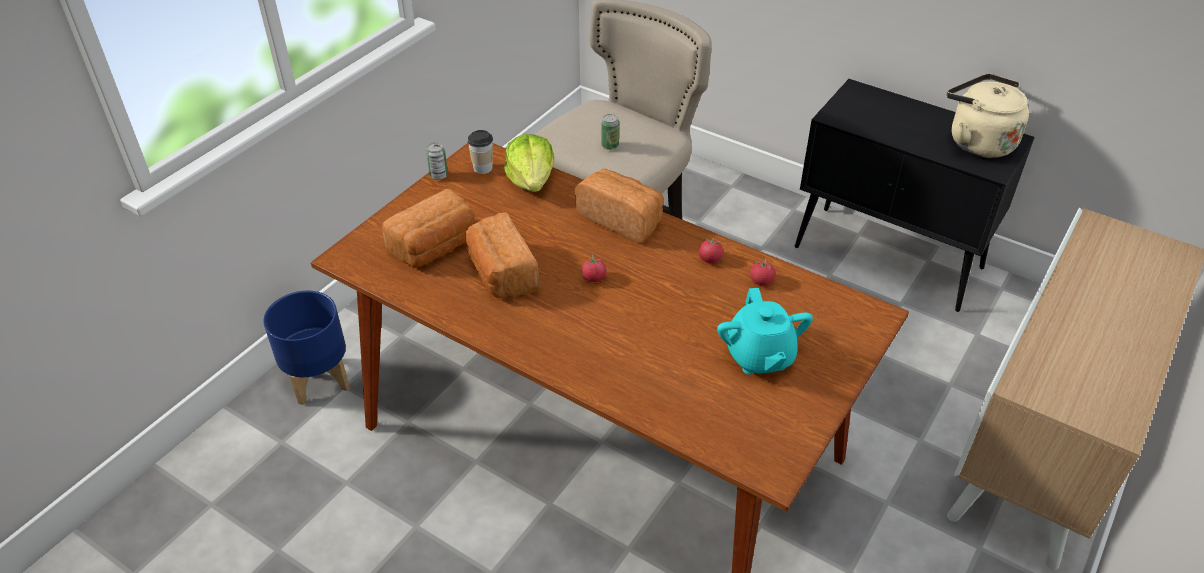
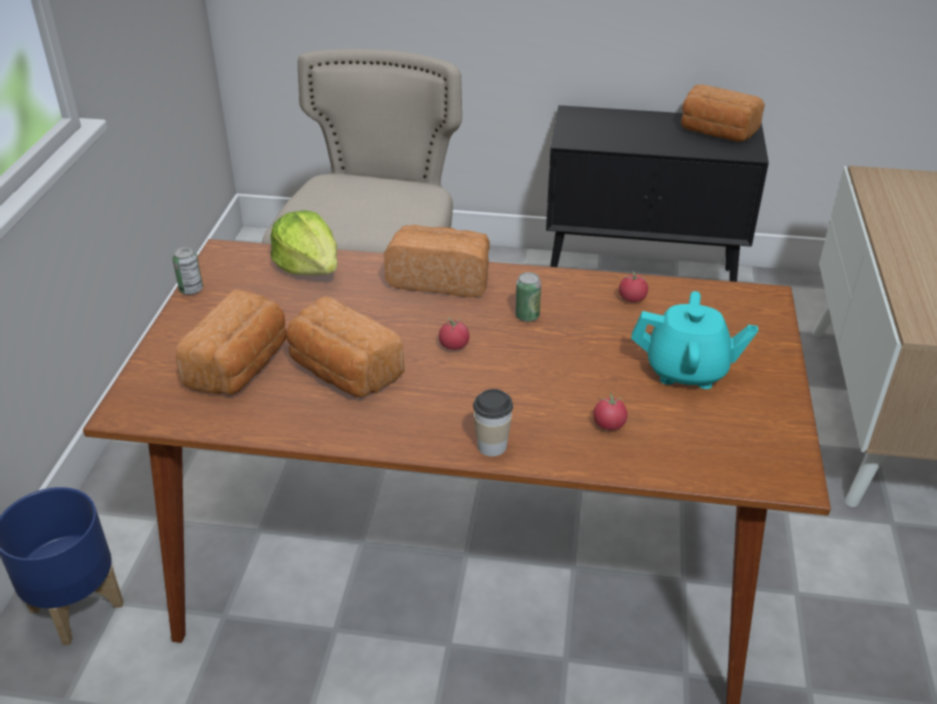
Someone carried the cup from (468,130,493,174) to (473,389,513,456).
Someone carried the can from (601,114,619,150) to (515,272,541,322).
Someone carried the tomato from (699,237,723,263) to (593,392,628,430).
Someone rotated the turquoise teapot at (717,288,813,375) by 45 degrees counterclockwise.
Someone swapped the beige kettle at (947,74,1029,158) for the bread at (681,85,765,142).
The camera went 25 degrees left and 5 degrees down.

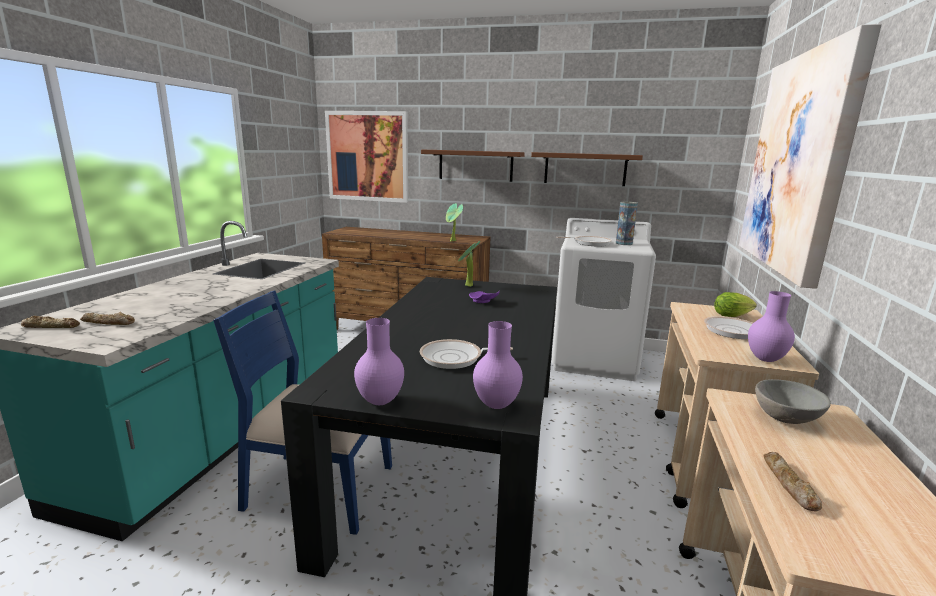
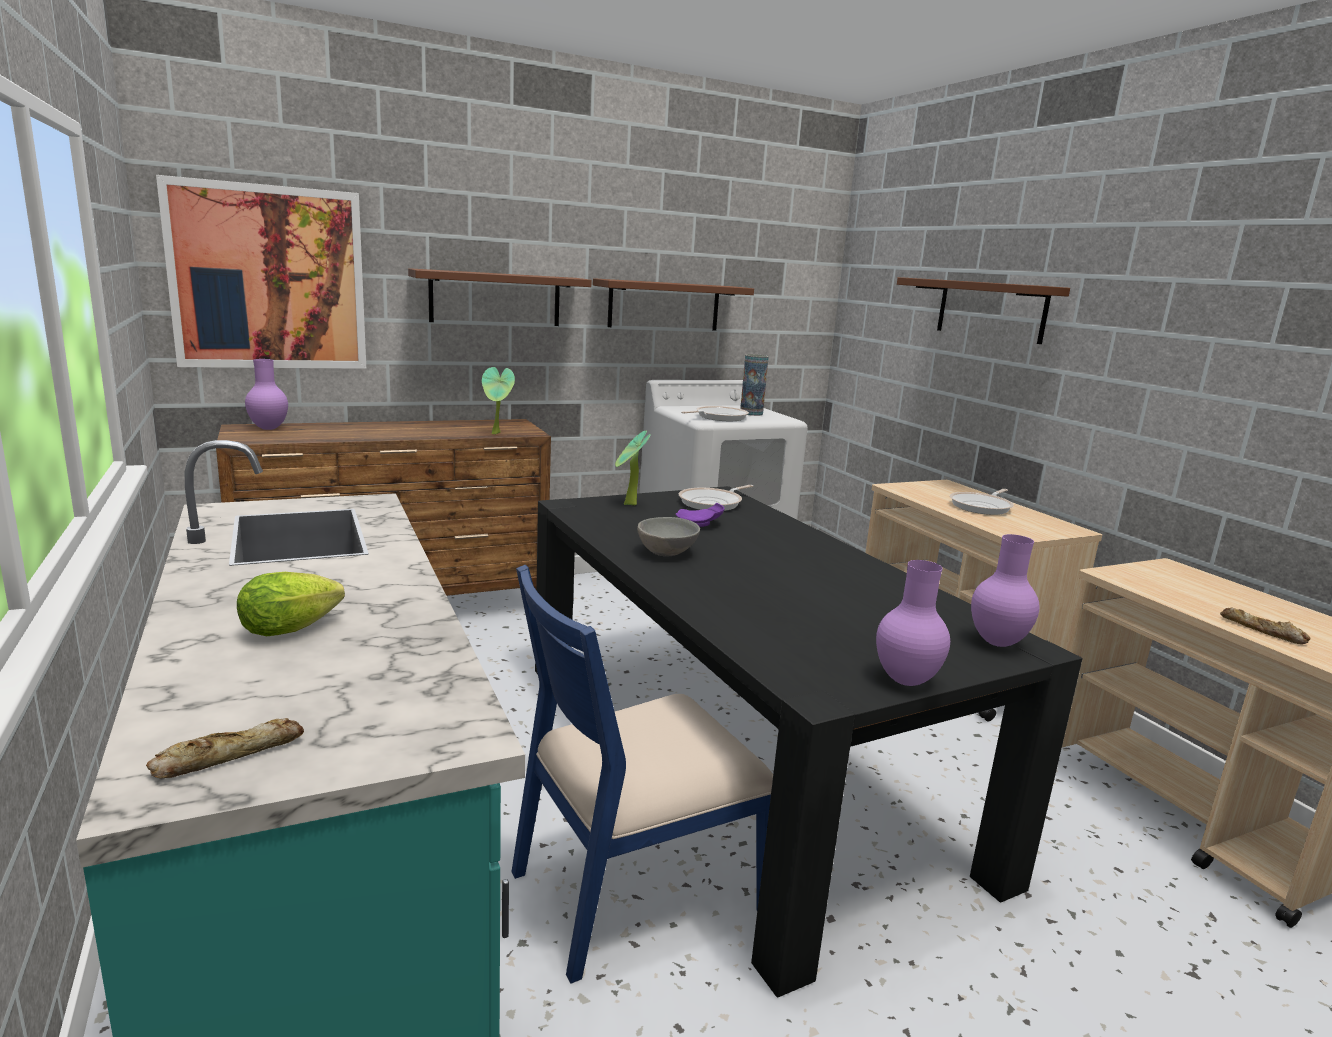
Someone took away the bread at (80,312,135,325).
Someone carried the frying pan from (419,339,513,369) to (679,485,753,511).
Someone carried the lettuce from (714,292,757,317) to (237,572,345,636).
Someone swapped the picture at (739,24,881,289) for the brown shelf at (897,277,1070,344).
Someone carried the purple vase from (748,291,795,362) to (245,359,288,430).
Someone carried the grey bowl from (755,379,831,424) to (637,517,700,557).
The camera went 40 degrees left and 0 degrees up.

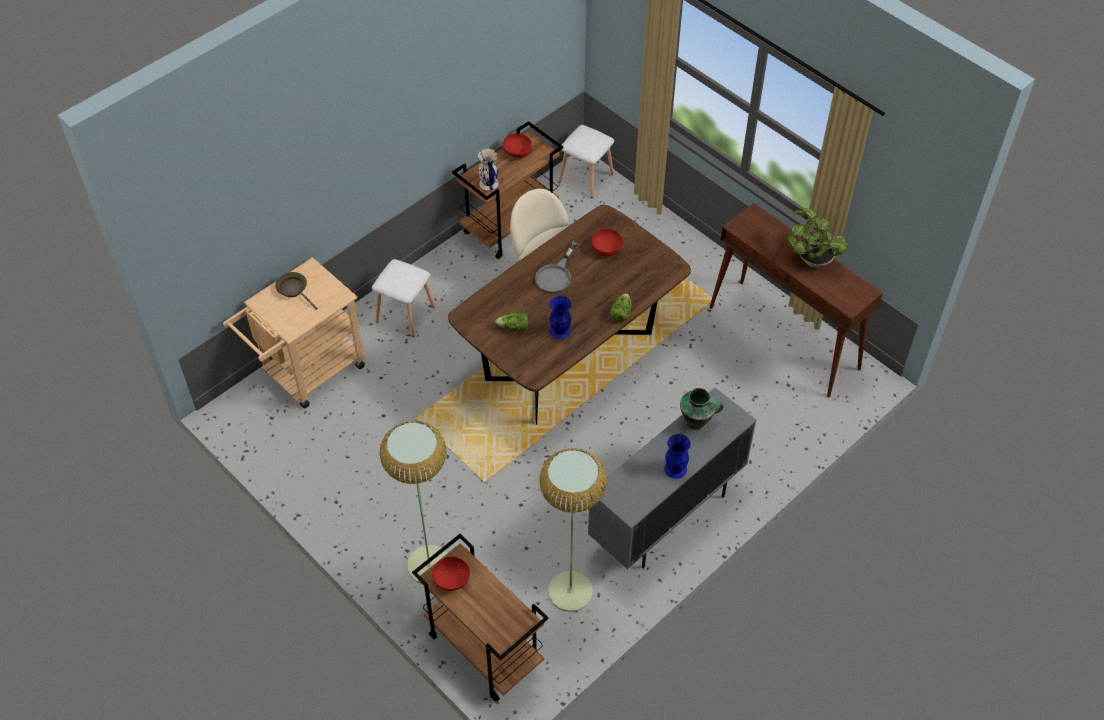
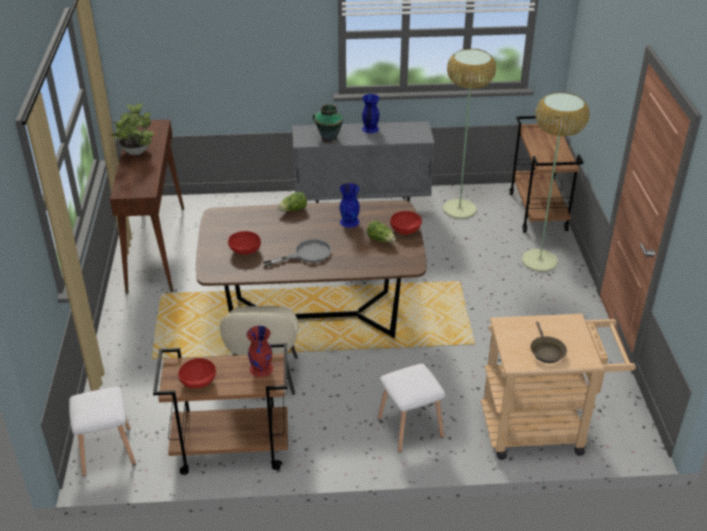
Someone carried the red bowl from (432,557,470,591) to (390,211,422,235).
Someone repainted the beige vase at (478,149,499,190), which became the red vase at (246,326,273,377).
The camera went 140 degrees left and 15 degrees down.

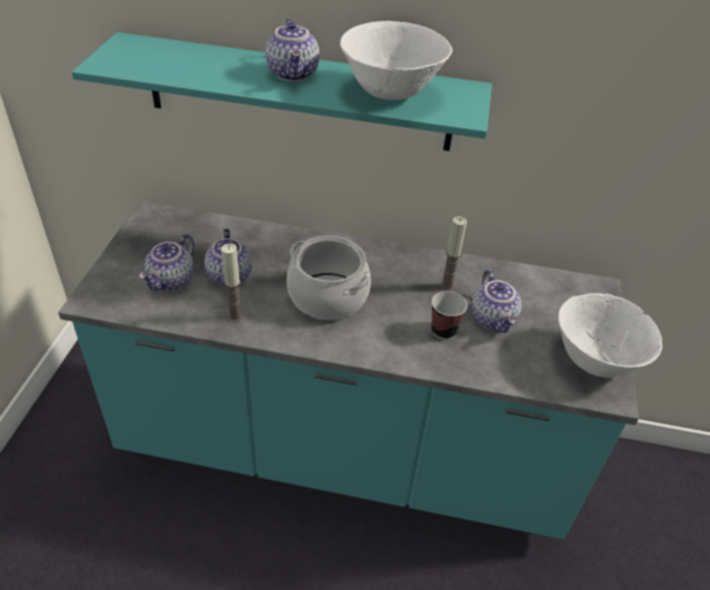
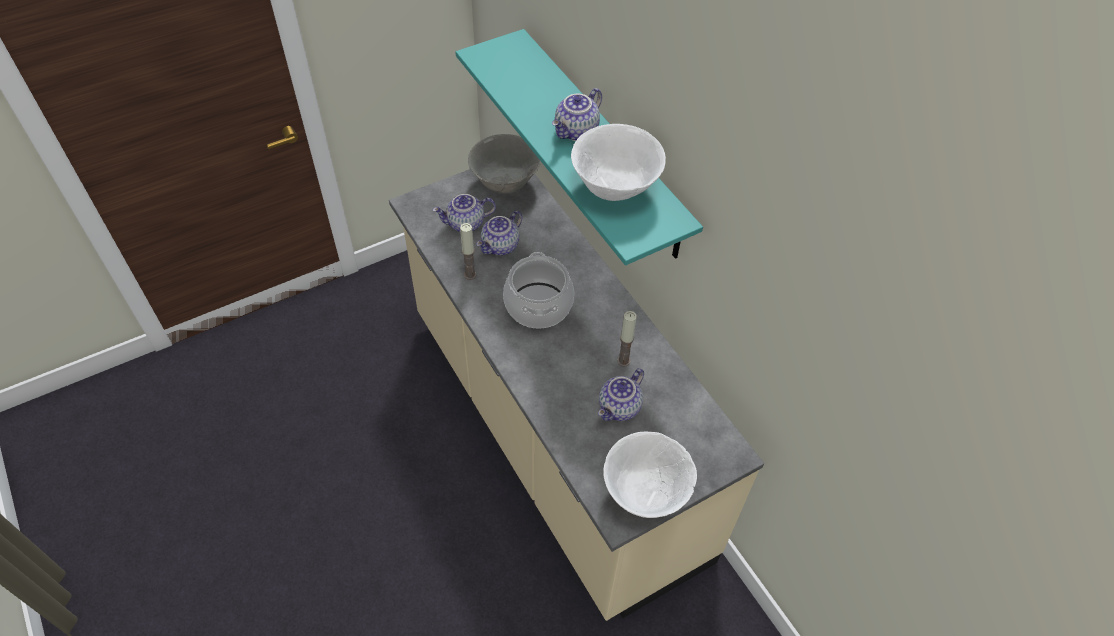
Someone repainted the turquoise counter at (58,201,639,539), which became the beige counter at (389,169,764,621).
Someone took away the cup at (431,291,467,340).
Someone put down the grey bowl at (468,134,541,194).
The camera went 50 degrees right and 10 degrees up.

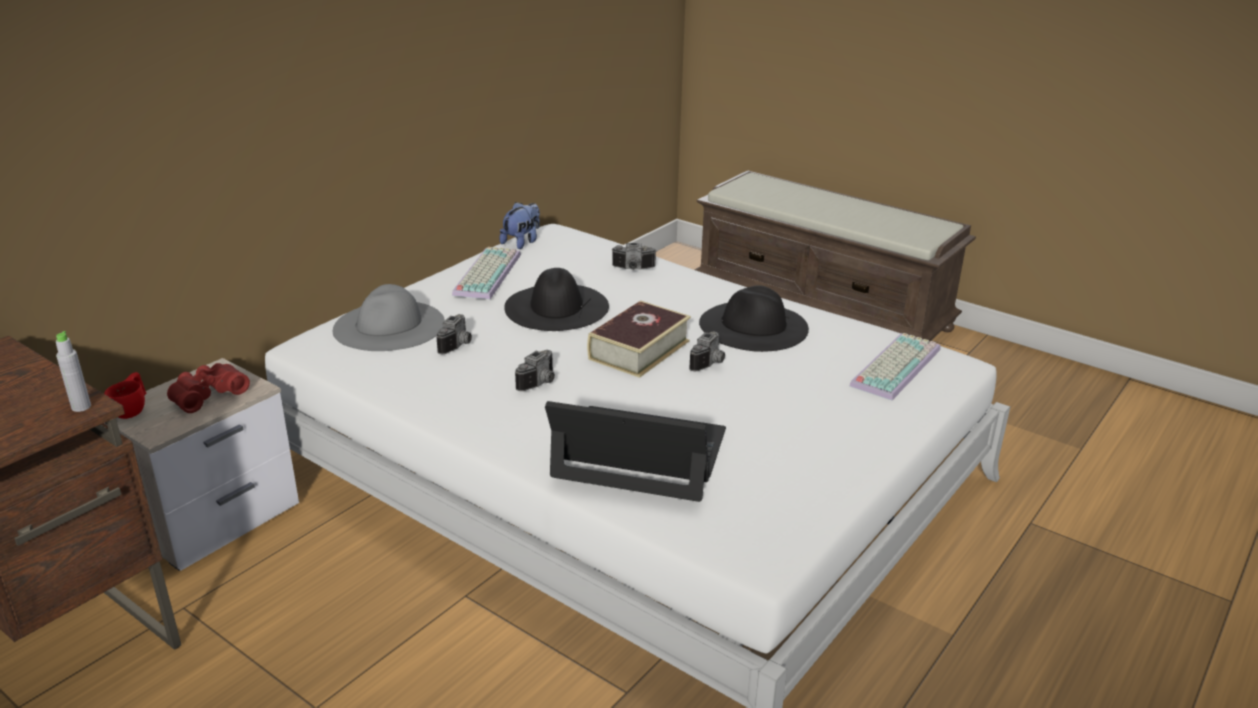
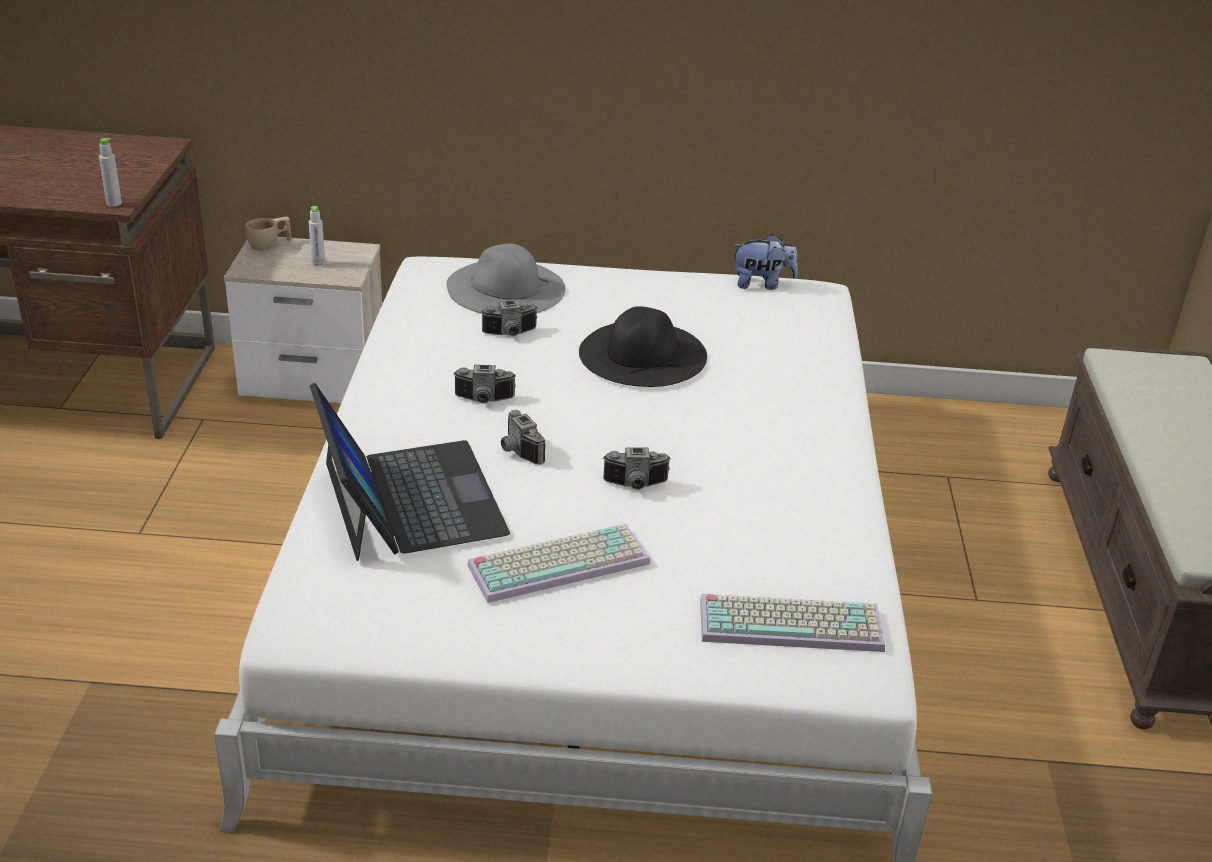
Someone repainted the red cup at (104,372,146,419), which became the beige cup at (245,217,292,251).
Someone swapped the red binoculars at (167,363,250,413) for the grey bottle at (309,206,325,266).
Someone carried the keyboard from (452,247,521,299) to (467,524,650,603).
Someone took away the book at (587,301,691,378).
Someone carried the photo camera from (611,243,656,270) to (501,410,545,465).
Someone took away the black hat at (699,285,809,352).
The camera went 55 degrees right and 5 degrees up.

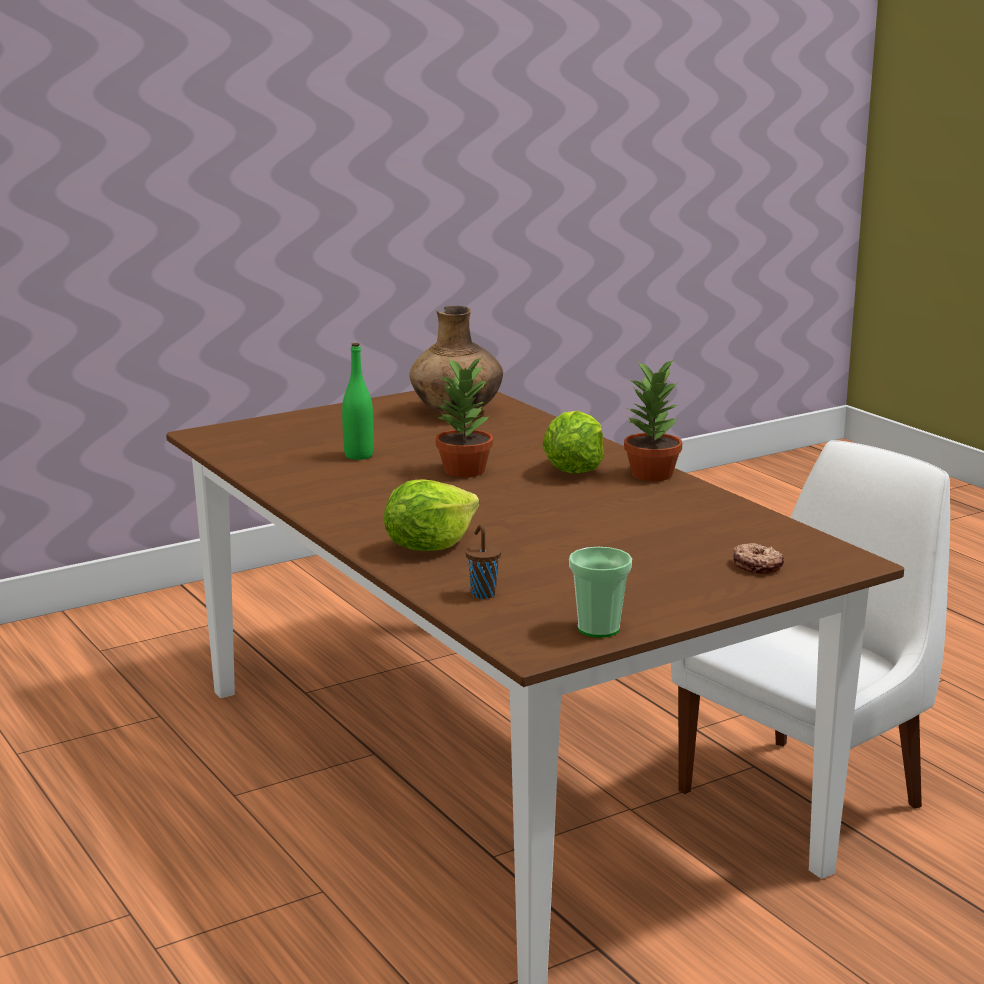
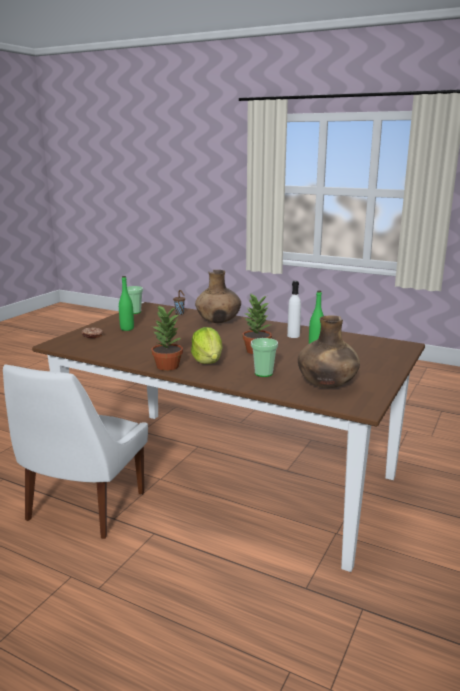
Someone swapped the lettuce at (384,479,479,551) for the brown vase at (195,270,241,323).
Someone put down the green bottle at (119,276,134,331).
Someone put down the cup at (251,338,278,377).
Someone put down the white bottle at (287,281,301,338).
The camera went 150 degrees right and 0 degrees up.

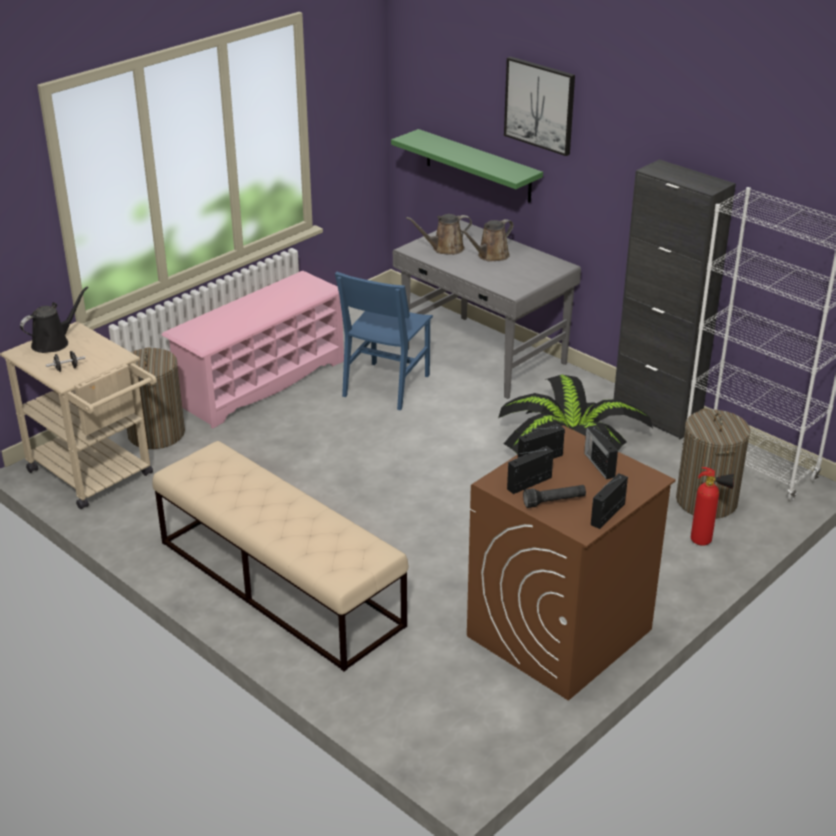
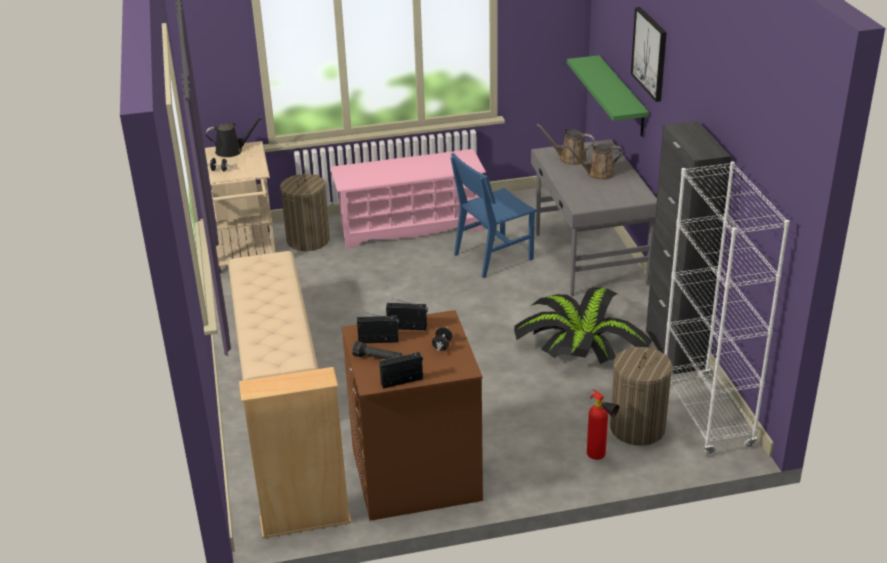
Someone swapped the radio at (584,425,618,479) for the black dumbbell at (432,327,452,351).
Someone put down the beige bookcase at (239,367,351,538).
The camera went 35 degrees right and 0 degrees up.

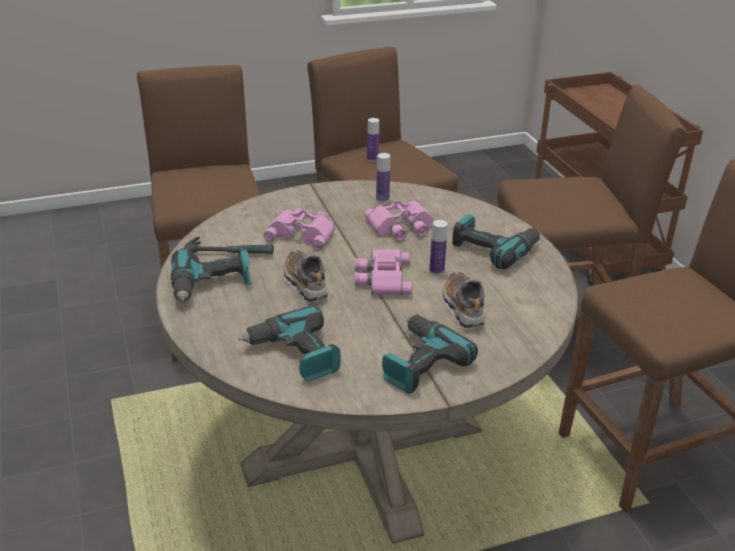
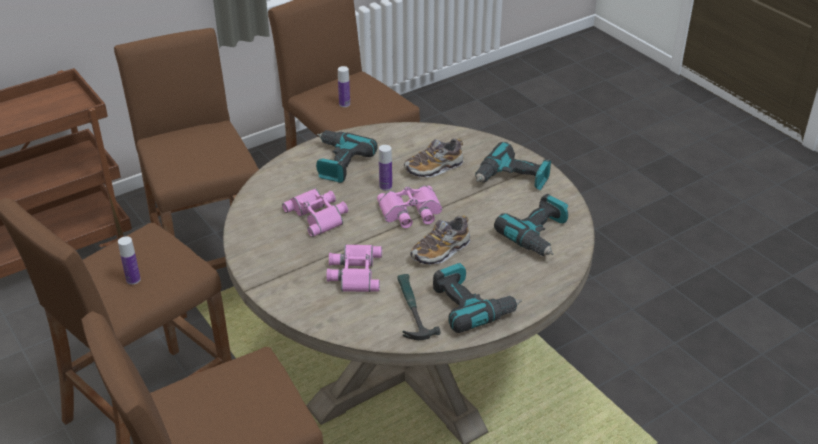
Someone carried the bottle from (376,153,390,202) to (338,66,350,107).
The camera went 105 degrees left and 5 degrees up.

